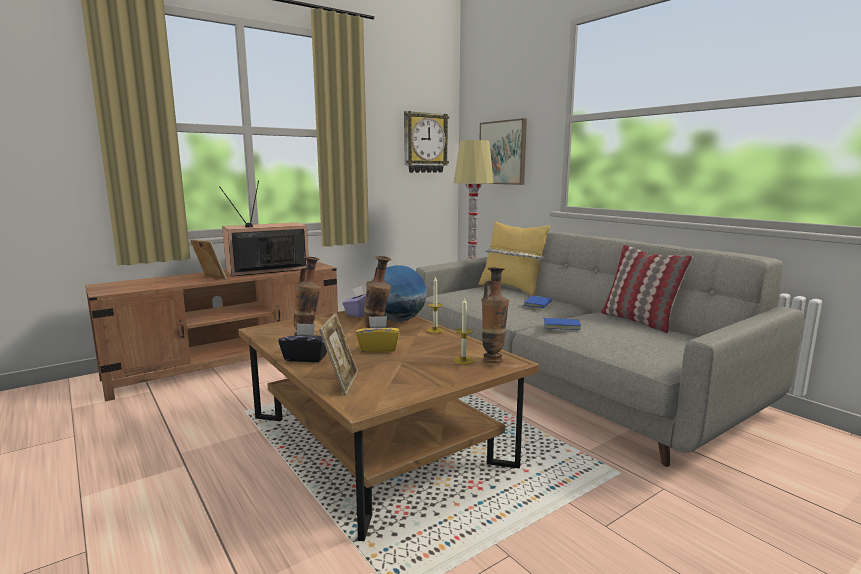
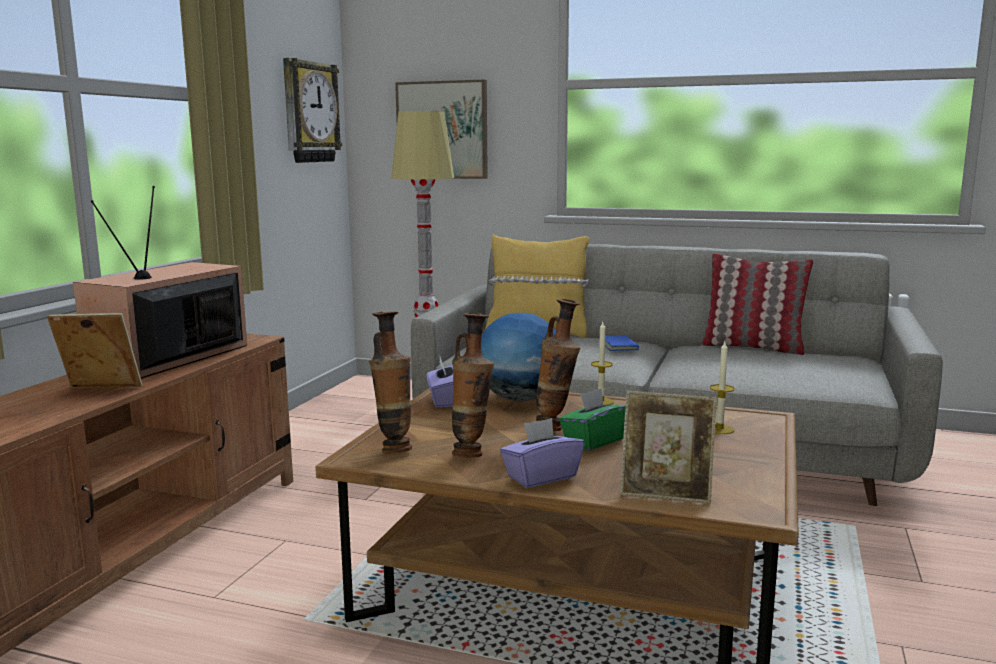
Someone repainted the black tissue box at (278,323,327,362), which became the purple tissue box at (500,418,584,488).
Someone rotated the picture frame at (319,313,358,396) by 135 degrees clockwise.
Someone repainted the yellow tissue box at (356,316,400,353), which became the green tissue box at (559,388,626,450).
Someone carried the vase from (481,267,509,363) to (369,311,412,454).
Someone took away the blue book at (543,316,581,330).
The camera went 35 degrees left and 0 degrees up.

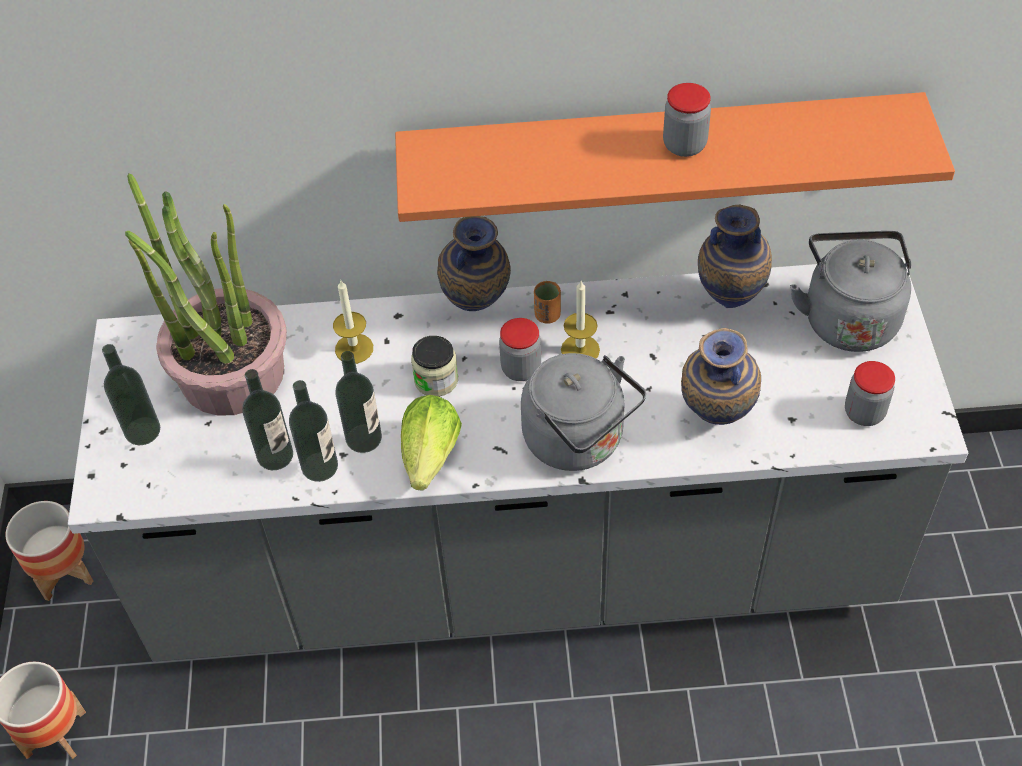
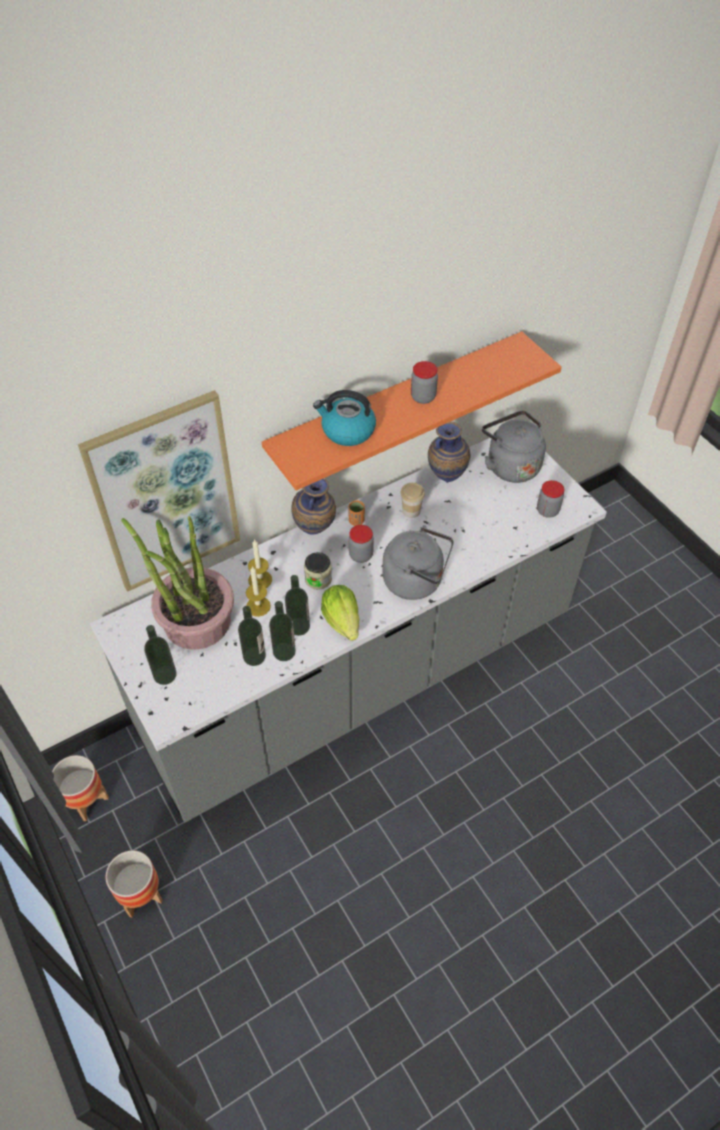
Someone carried the candle from (561,281,600,358) to (246,566,271,617).
Someone took away the vase at (681,328,761,425).
Someone put up the picture at (78,390,240,592).
Someone put down the kettle at (313,390,376,446).
Someone put down the cup at (400,483,425,518).
The camera went 30 degrees left and 0 degrees up.

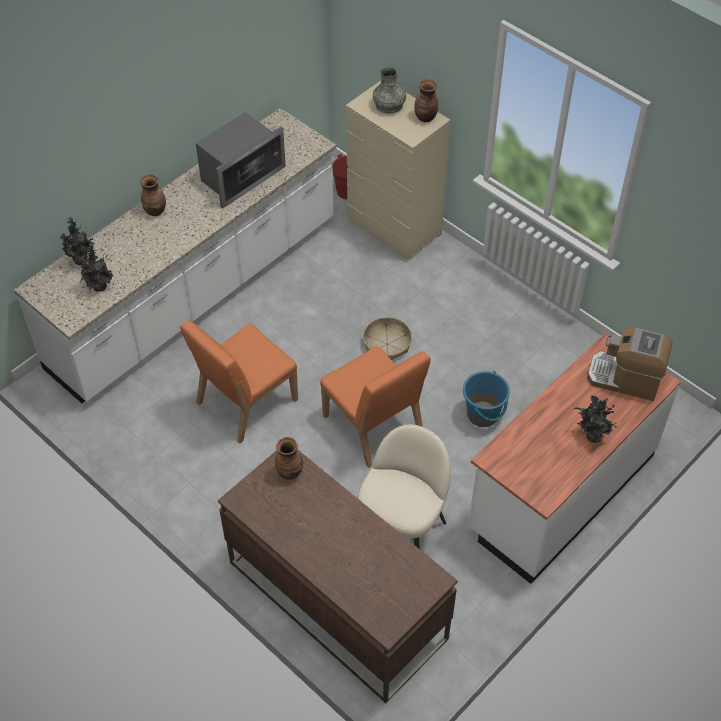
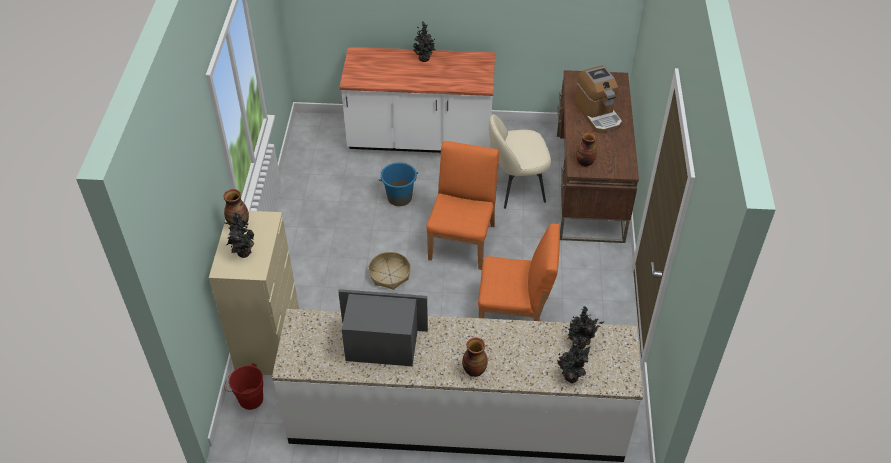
Someone swapped the grey vase at (373,67,406,113) for the potted plant at (224,212,254,258).
Someone carried the coffee machine from (587,327,673,401) to (575,65,622,133).
The camera went 130 degrees left and 5 degrees down.

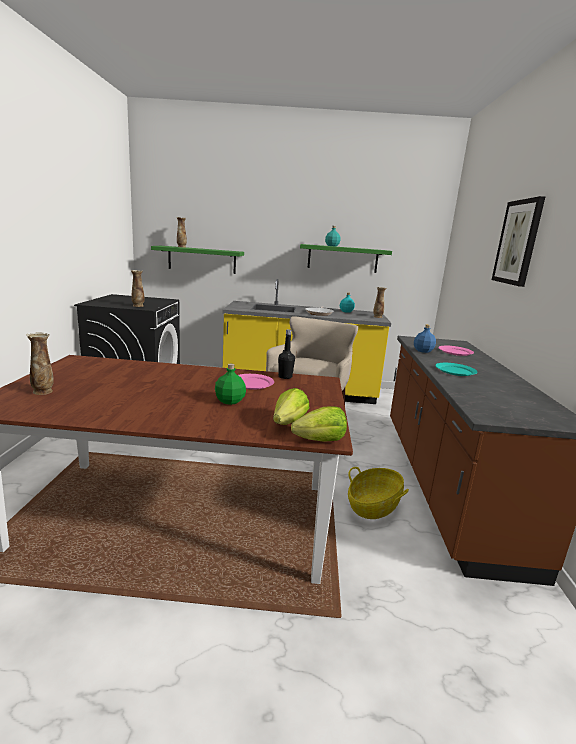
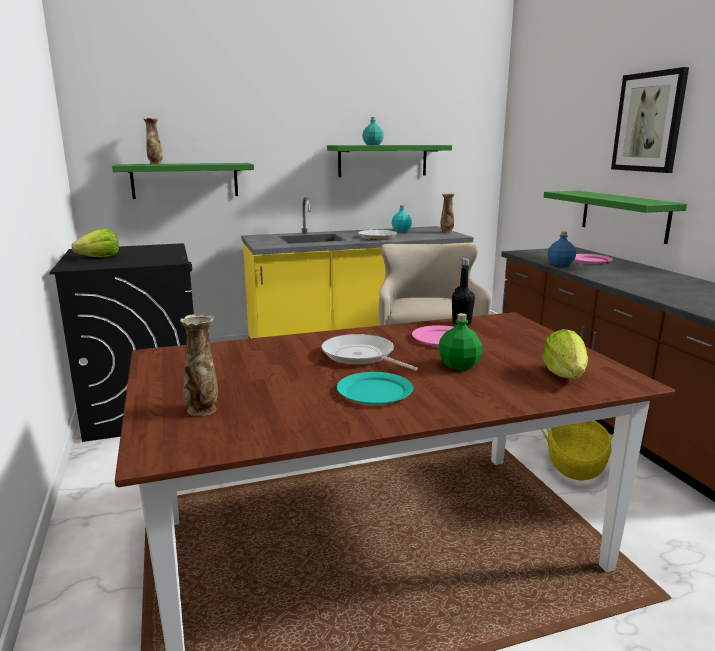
Someone took away the vase at (131,270,144,307).
Someone carried the lettuce from (291,407,347,442) to (71,229,119,257).
Someone carried the turquoise plate from (435,363,478,376) to (337,372,413,404).
Someone put down the frying pan at (321,334,418,371).
Someone put up the green shelf at (544,191,687,244).
The camera went 20 degrees left and 0 degrees up.

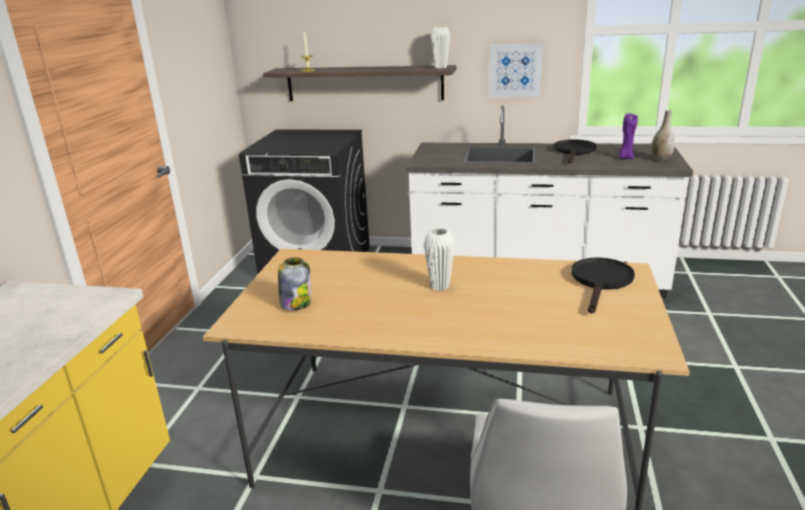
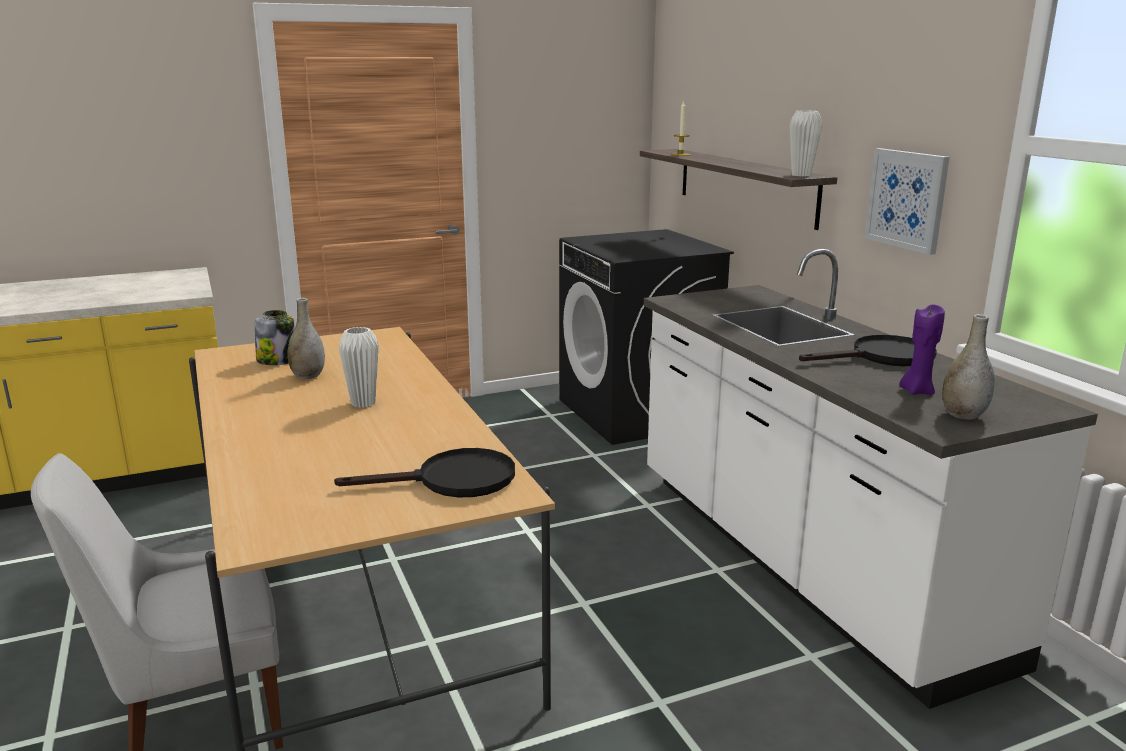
Someone put down the grey vase at (288,298,325,379).
The camera went 55 degrees right and 5 degrees down.

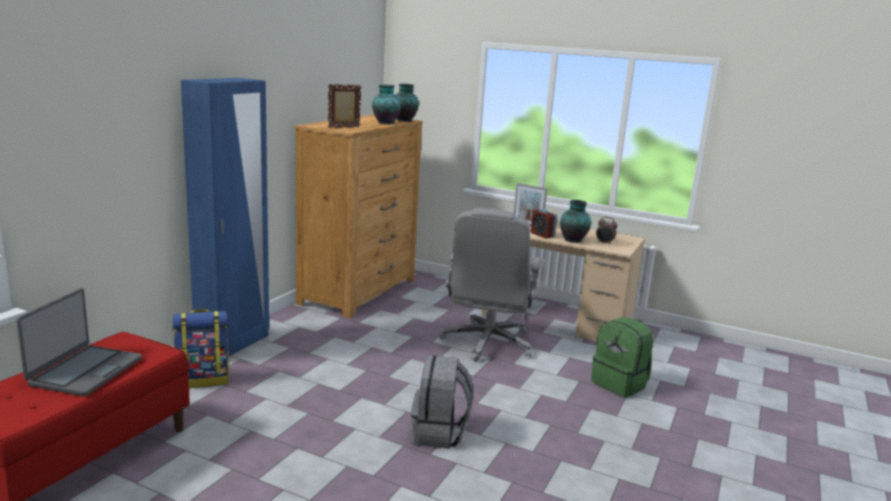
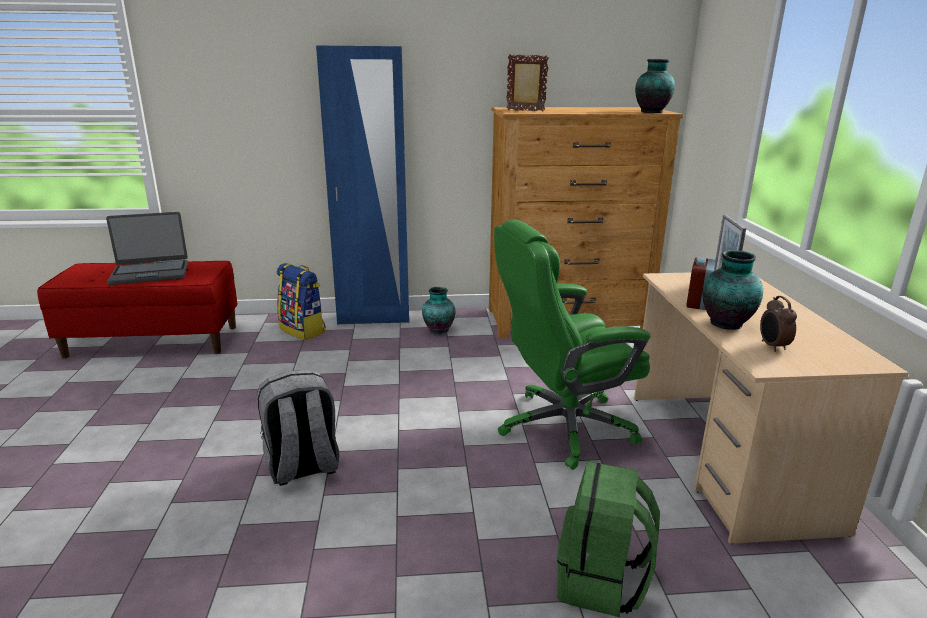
Someone carried the vase from (372,85,401,124) to (422,287,455,334).
Someone repainted the grey office chair at (439,208,543,362), which became the green office chair at (494,219,650,470).
The camera went 60 degrees right and 5 degrees up.

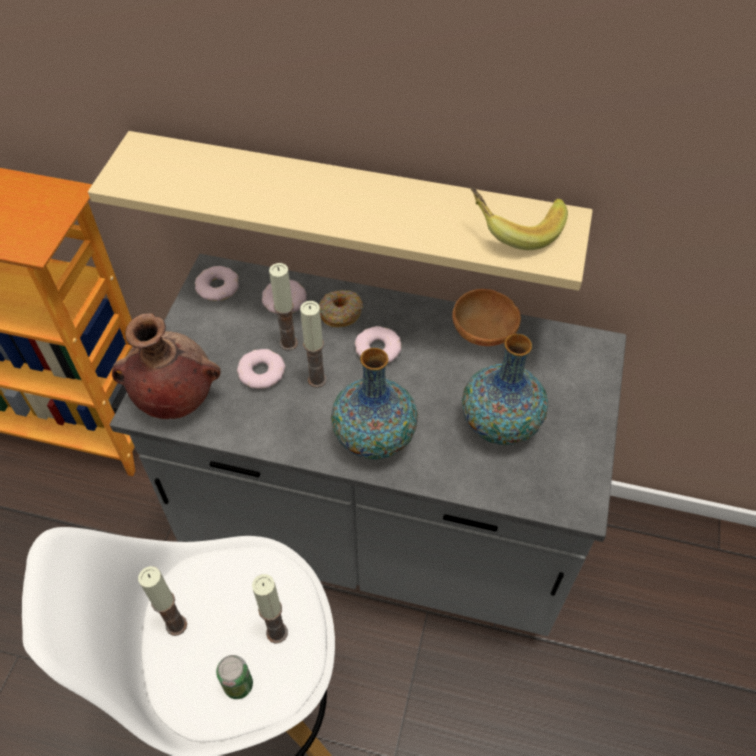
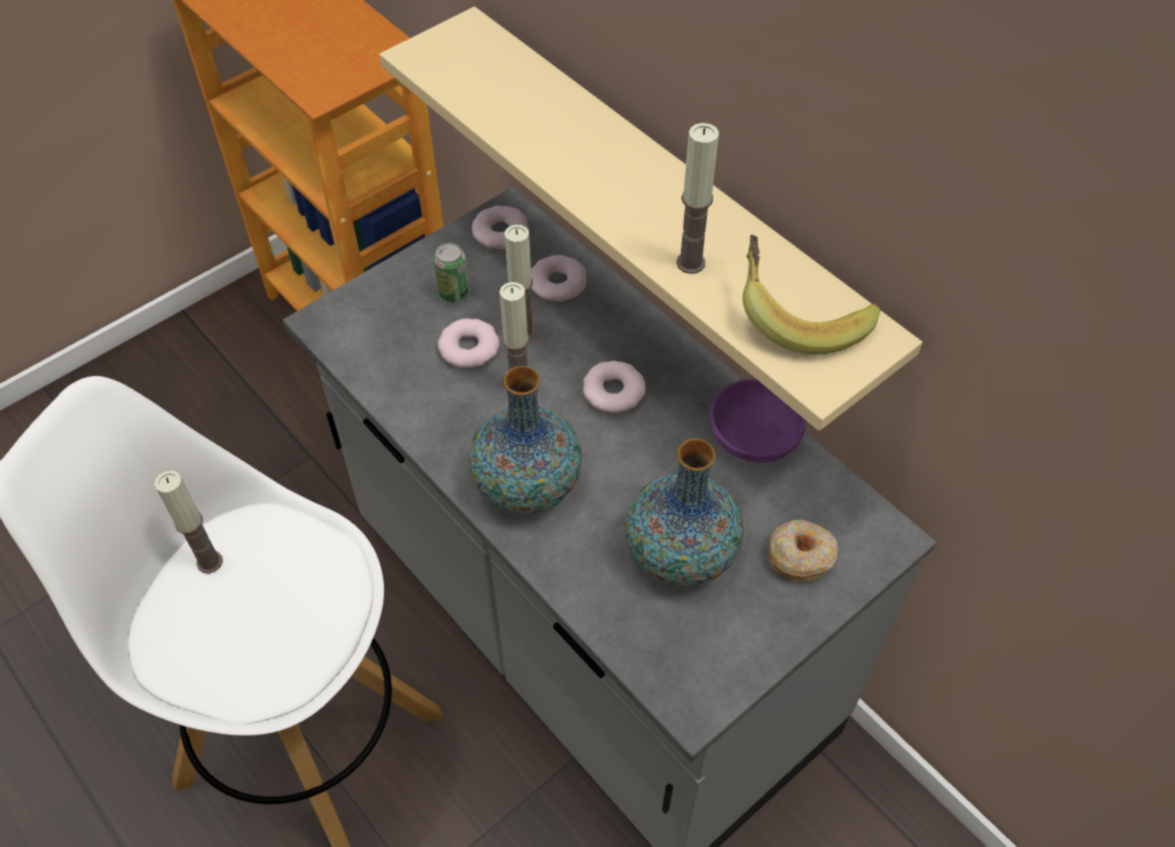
Someone took away the brown vase at (112,314,220,419).
Someone carried the can from (216,655,253,699) to (433,243,469,303).
Someone carried the candle from (252,574,288,644) to (676,123,719,274).
Someone carried the donut from (319,290,363,327) to (767,520,838,581).
Someone repainted the brown bowl at (452,289,521,346), which became the purple bowl at (710,378,806,463).
The camera went 35 degrees right and 0 degrees up.

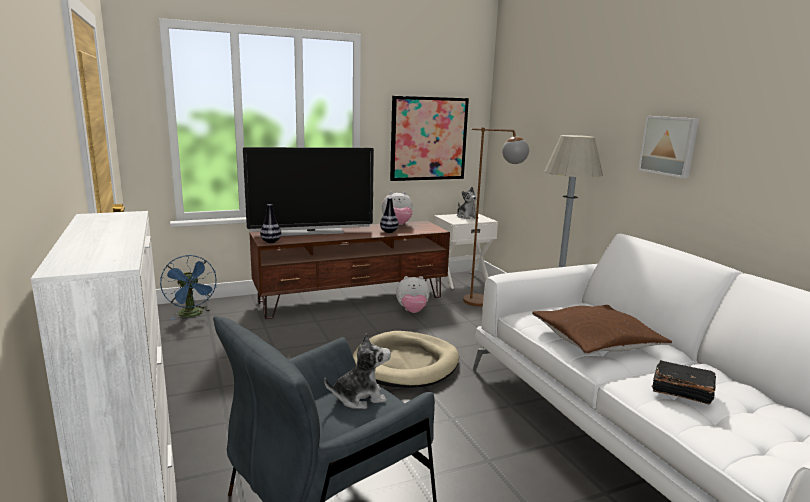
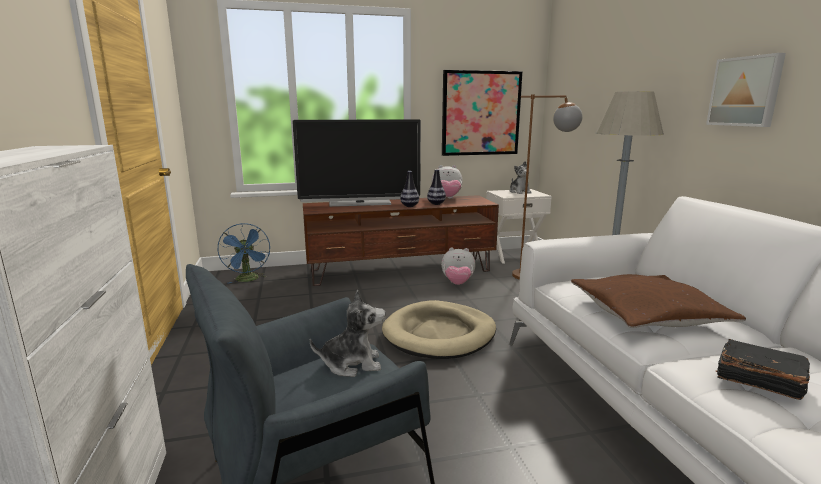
Someone carried the vase from (260,204,281,243) to (400,171,419,207).
The camera went 10 degrees right and 0 degrees up.

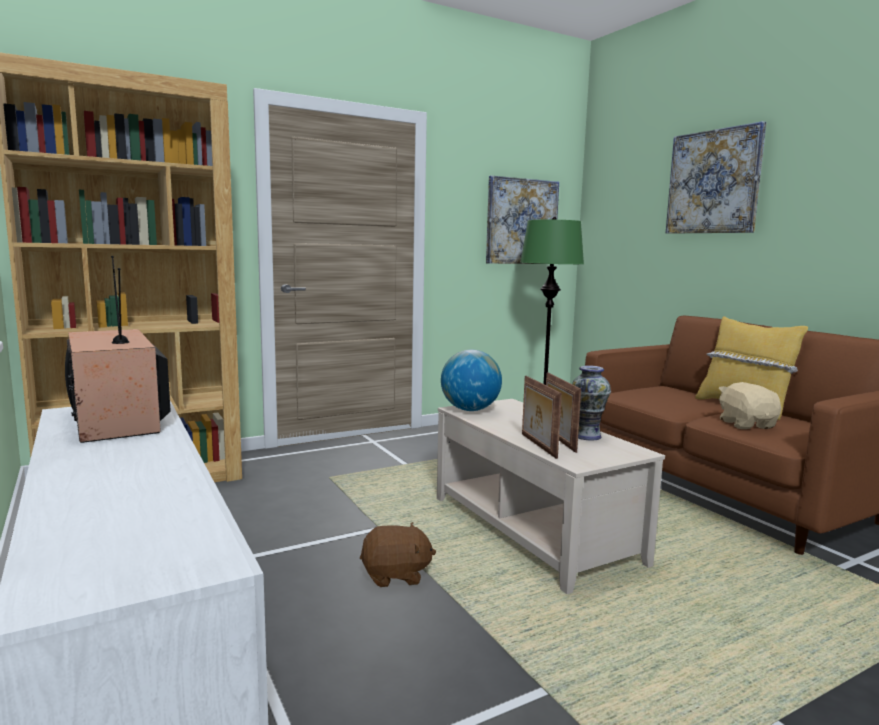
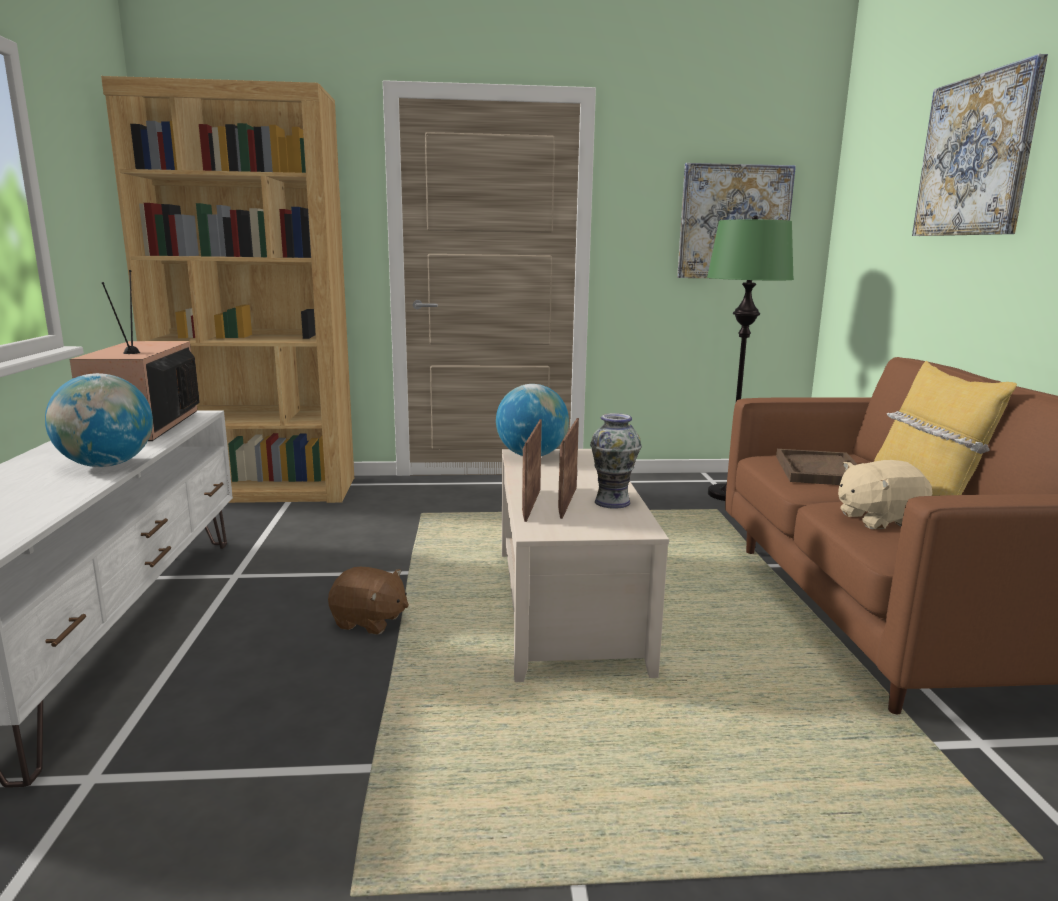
Someone rotated the beige plush toy at (718,382,781,429) by 120 degrees counterclockwise.
Someone put down the globe at (45,373,153,467).
Someone put down the brown tray at (776,449,858,485).
The camera went 25 degrees right and 5 degrees up.

